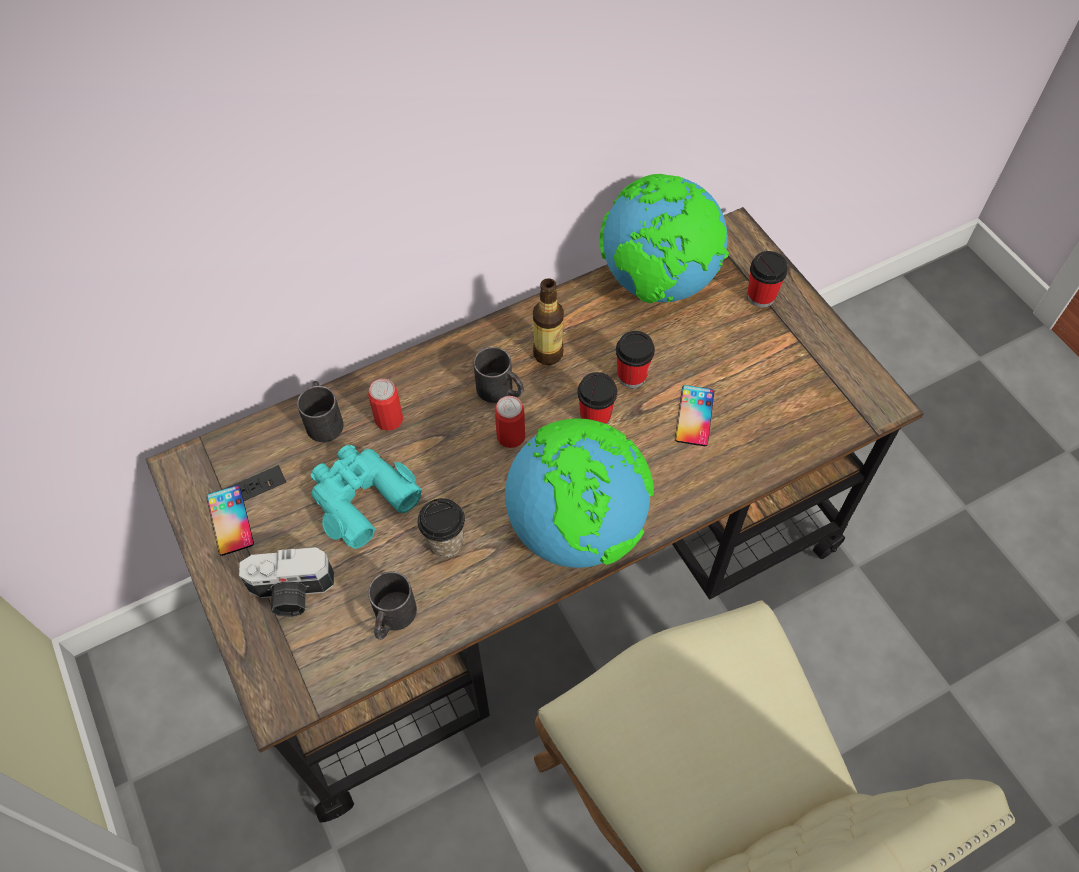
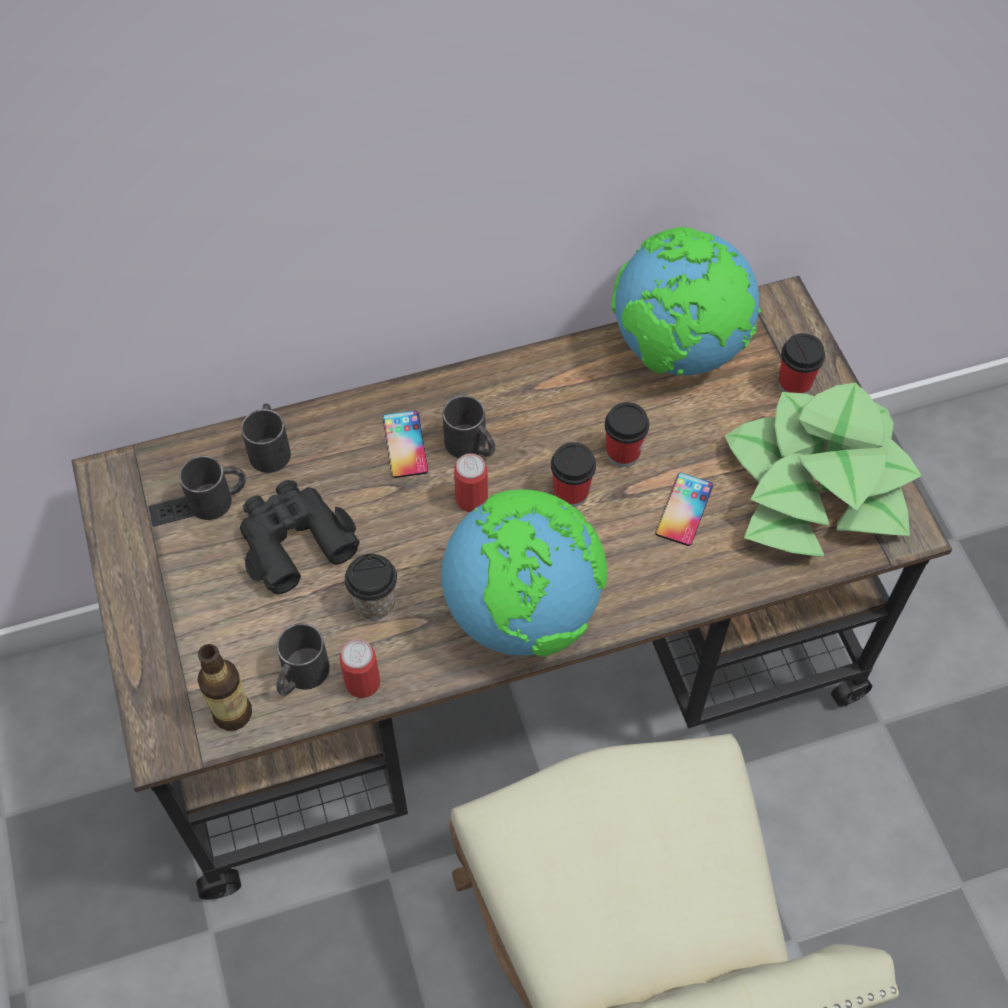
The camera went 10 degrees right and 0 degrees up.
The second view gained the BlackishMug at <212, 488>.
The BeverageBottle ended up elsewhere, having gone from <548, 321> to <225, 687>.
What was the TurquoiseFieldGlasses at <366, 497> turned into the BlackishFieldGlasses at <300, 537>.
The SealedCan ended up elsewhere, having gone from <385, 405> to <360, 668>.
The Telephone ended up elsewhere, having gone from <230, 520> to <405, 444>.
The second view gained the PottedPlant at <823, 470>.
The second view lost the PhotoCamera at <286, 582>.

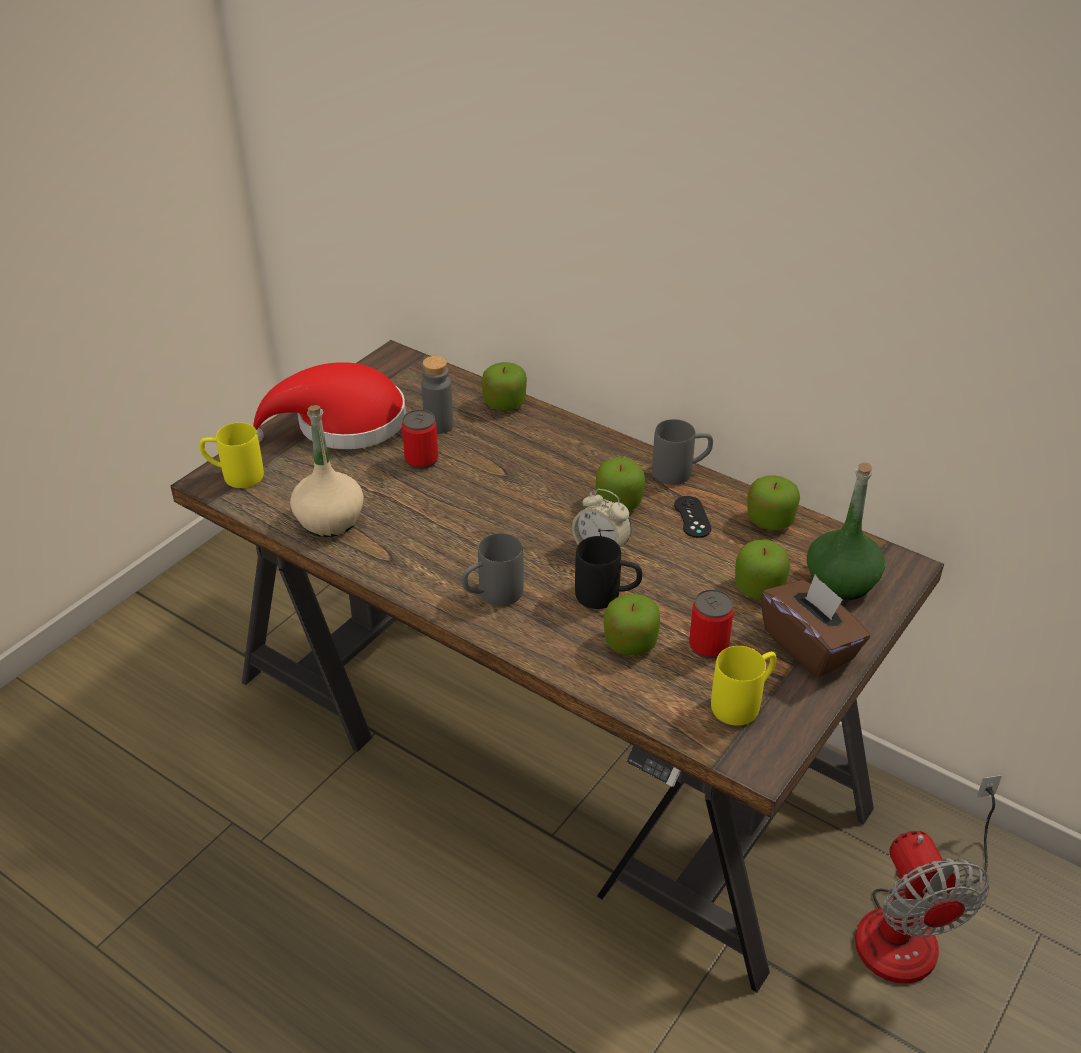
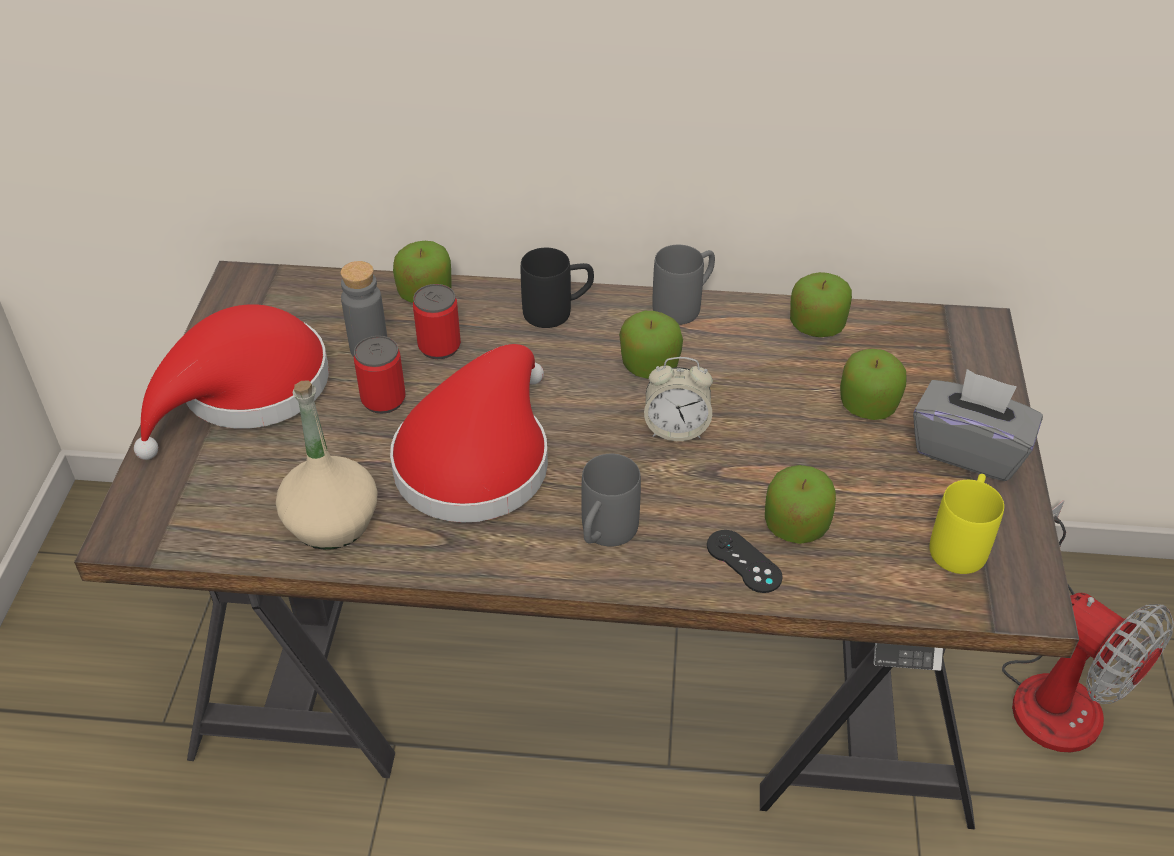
The camera went 30 degrees left and 5 degrees up.
The second view gained the ReddishHat at <469, 433>.
The SealedCan ended up elsewhere, having gone from <711, 624> to <437, 321>.
The BlackishMug ended up elsewhere, having gone from <608, 572> to <557, 288>.
The BlackishGamepad ended up elsewhere, having gone from <693, 517> to <745, 561>.
What was the BrownishTissueHolder at <815, 626> turned into the GrayTissueHolder at <978, 425>.
The second view lost the YellowColouredMug at <232, 455>.
The second view lost the GreenishBeverageBottle at <846, 531>.

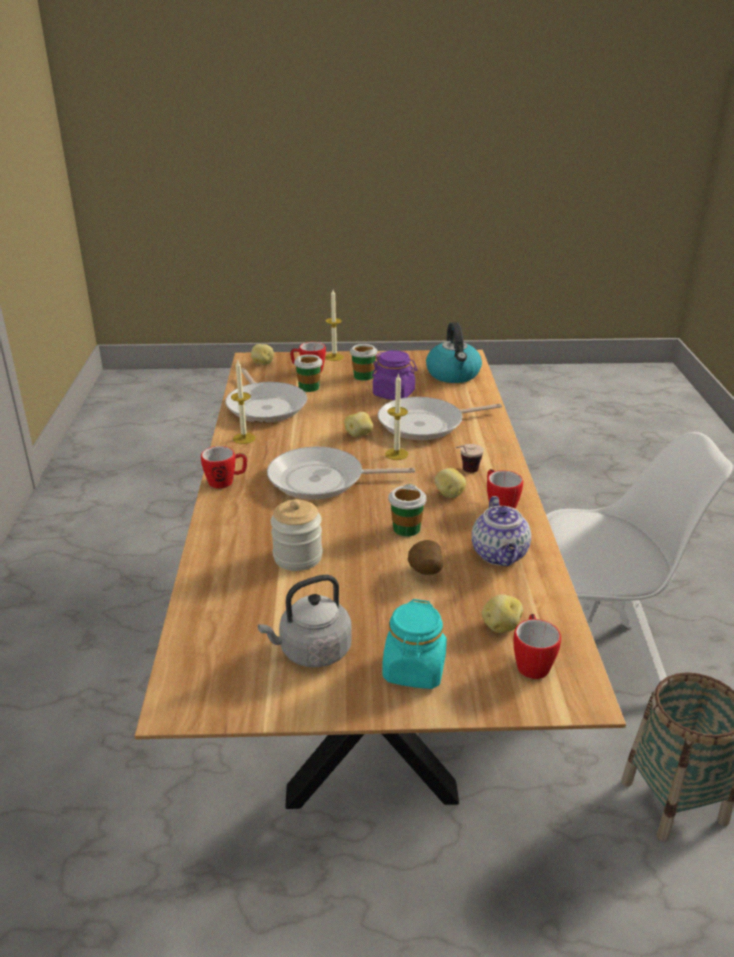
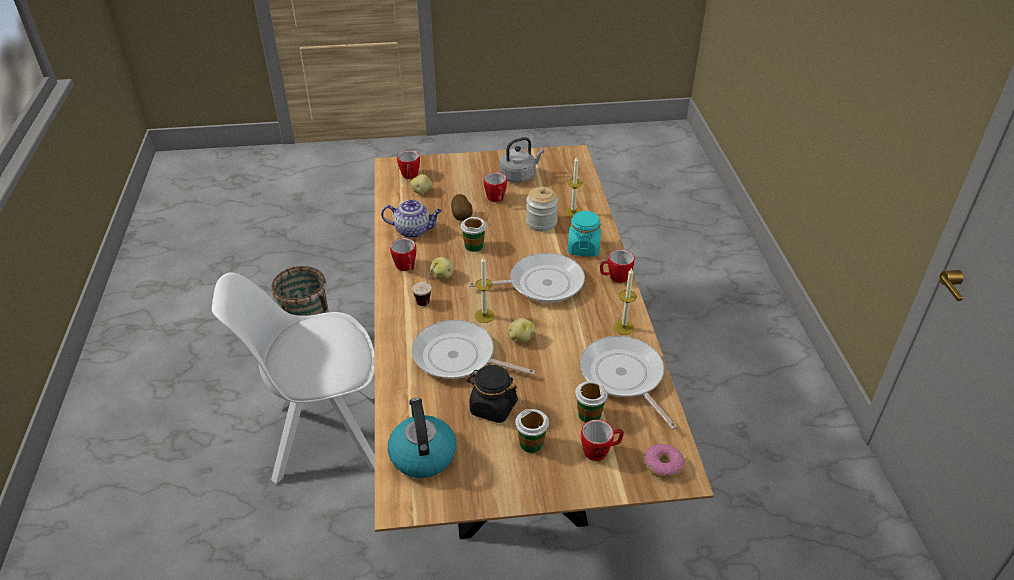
The camera went 175 degrees right and 10 degrees up.
The Teapot at <501, 531> ended up facing another way, 105 degrees clockwise from before.
The FryingPan at <440, 418> ended up facing another way, 135 degrees counterclockwise from before.
What was the PurpleStorageJar at <395, 375> turned into the BlackishStorageJar at <492, 394>.
The second view gained the Mug at <495, 187>.
The WaxLight ended up elsewhere, having gone from <334, 325> to <574, 187>.
The TurquoiseStorageJar ended up elsewhere, having gone from <415, 644> to <584, 233>.
Where the Spud stood at <262, 354>, the Donut came to stand at <664, 461>.

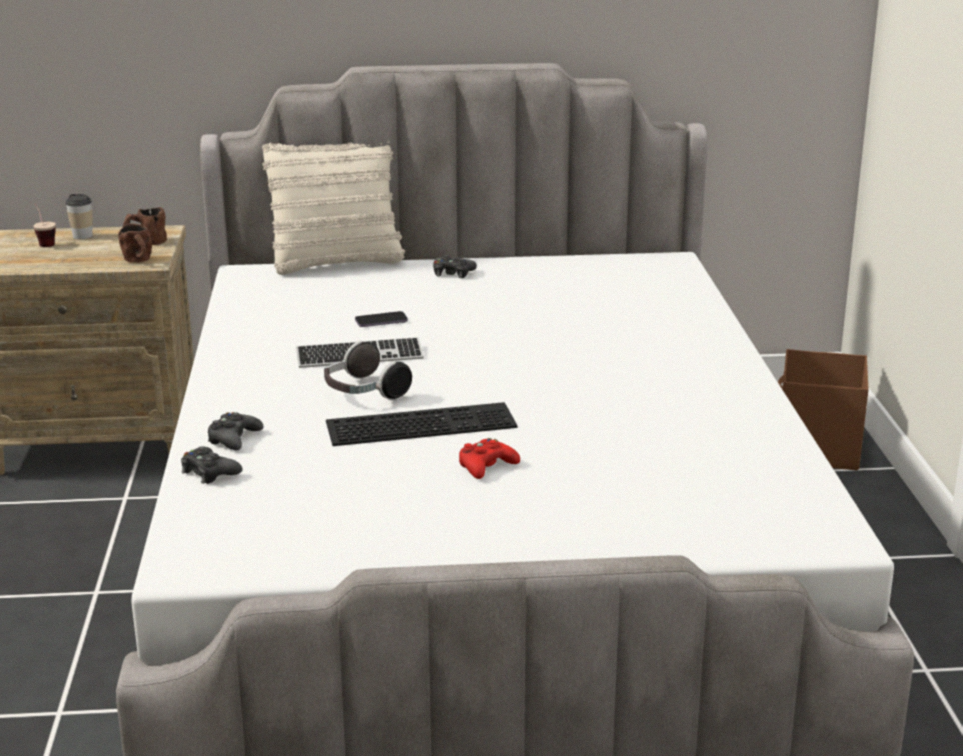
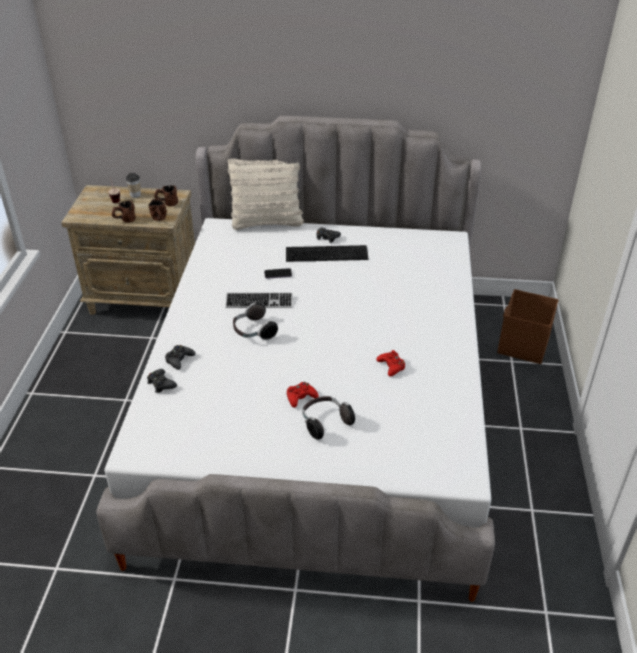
The camera went 10 degrees right and 15 degrees up.
The second view gained the BrownishMug at <124, 211>.
The ComputerKeyboard ended up elsewhere, having gone from <421, 424> to <327, 253>.
The second view gained the PairOfHeadphones at <328, 418>.
The second view gained the ReddishGamepad at <390, 363>.

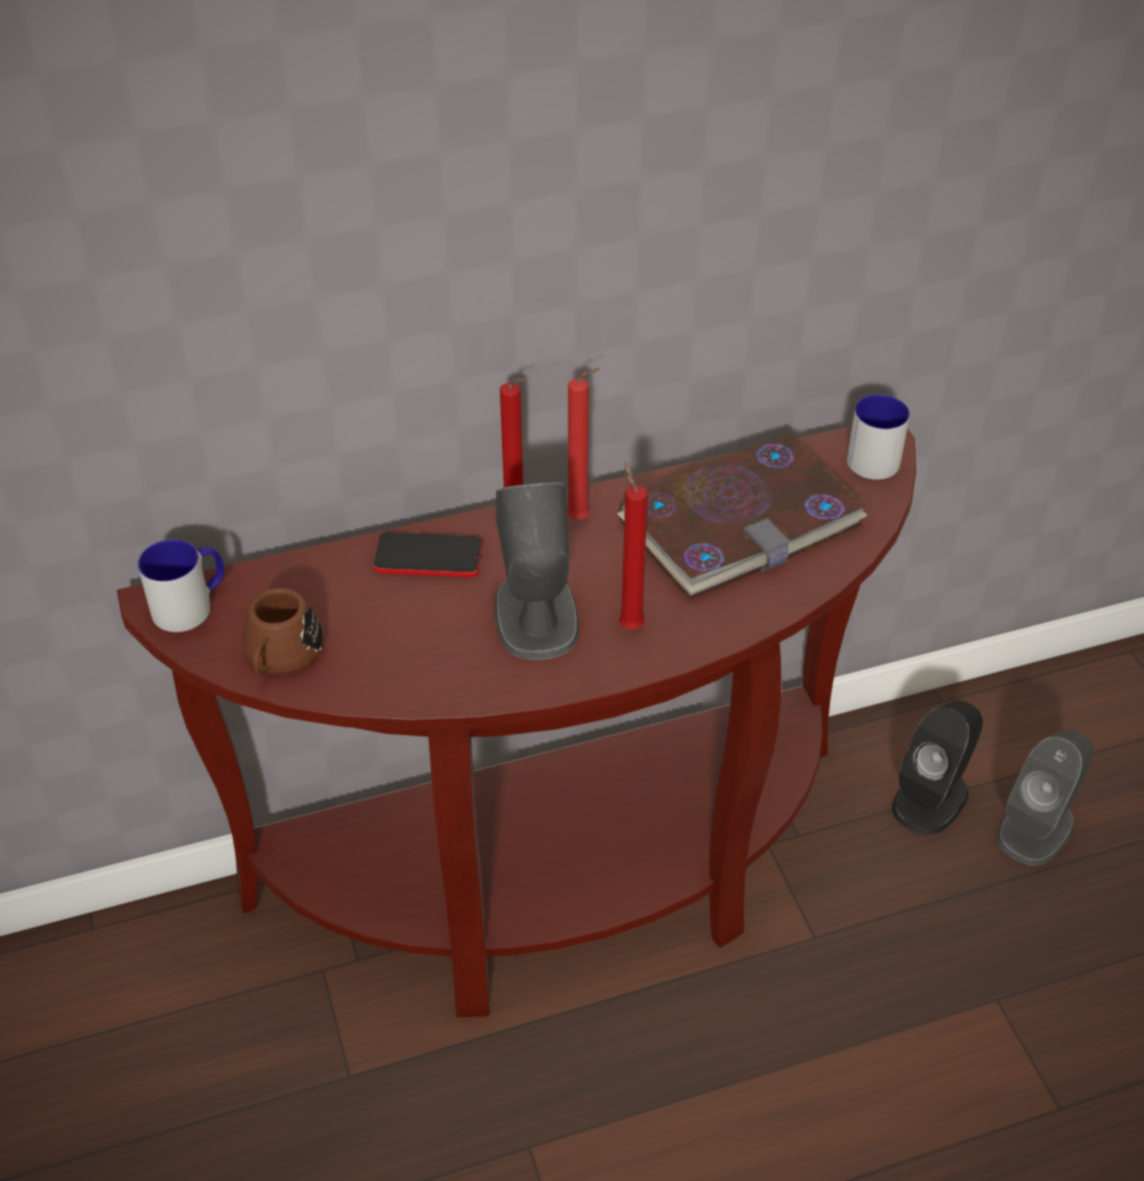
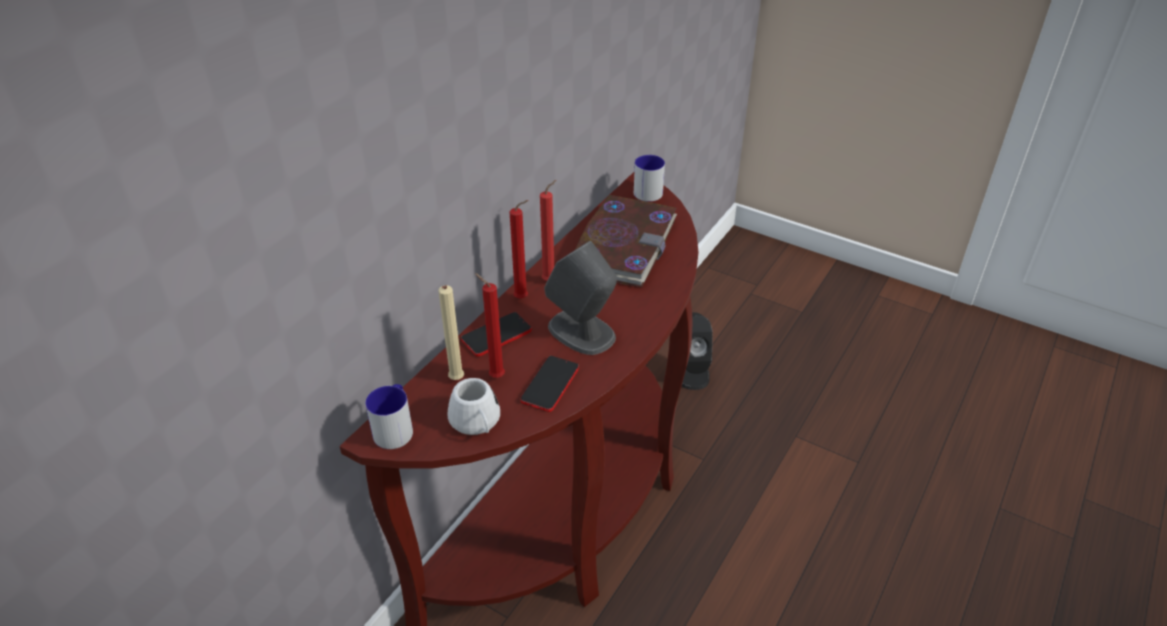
The camera went 40 degrees left and 5 degrees down.
The second view gained the SandColouredWaxLight at <451, 332>.
What was the BrownishMug at <283, 631> turned into the WhiteColouredMug at <473, 406>.
The ReddishWaxLight ended up elsewhere, having gone from <633, 545> to <490, 325>.
The second view gained the Telephone at <550, 384>.
The second view lost the GrayAudioSpeaker at <1045, 798>.

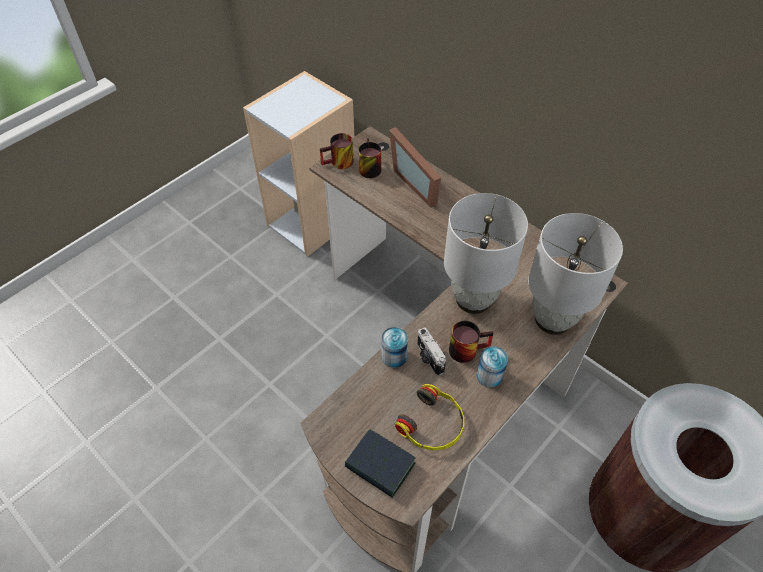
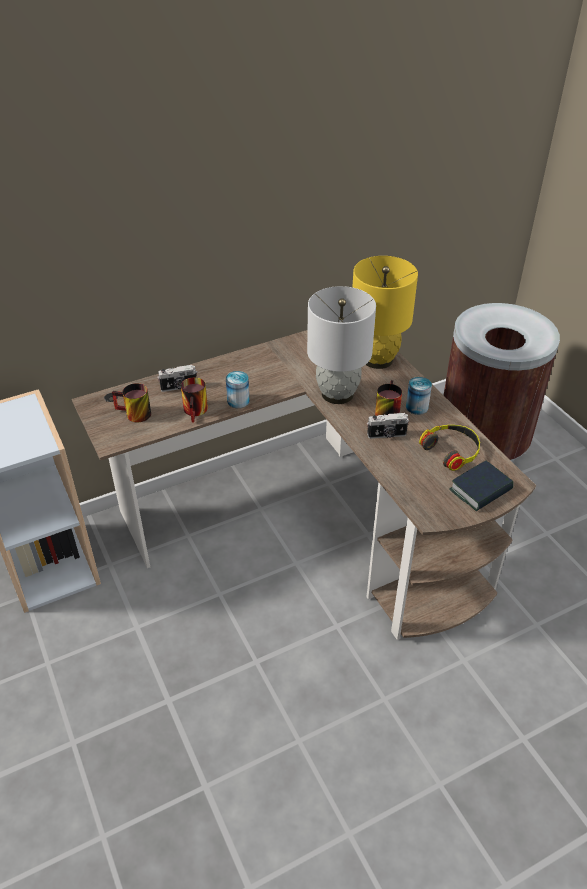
The camera went 70 degrees left and 10 degrees down.
Where the PhotoFrame stood at <415, 167>, the PhotoCamera came to stand at <177, 378>.
The Mug ended up elsewhere, having gone from <337, 151> to <194, 399>.
The SealedCan ended up elsewhere, having gone from <394, 347> to <238, 389>.
What was the WhiteColouredLampForATable at <575, 274> turned into the YellowColouredLampForATable at <385, 312>.

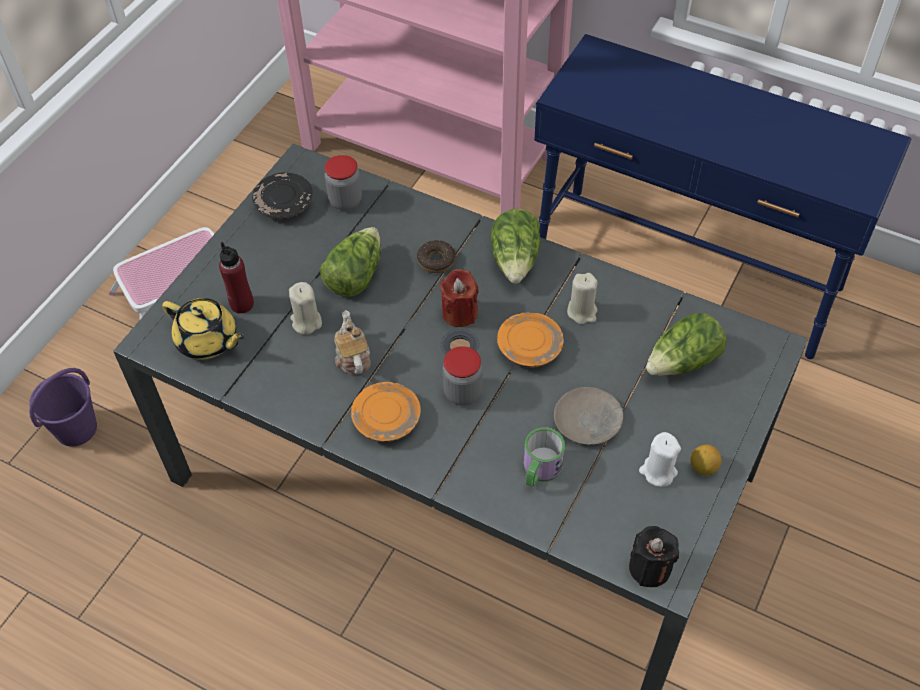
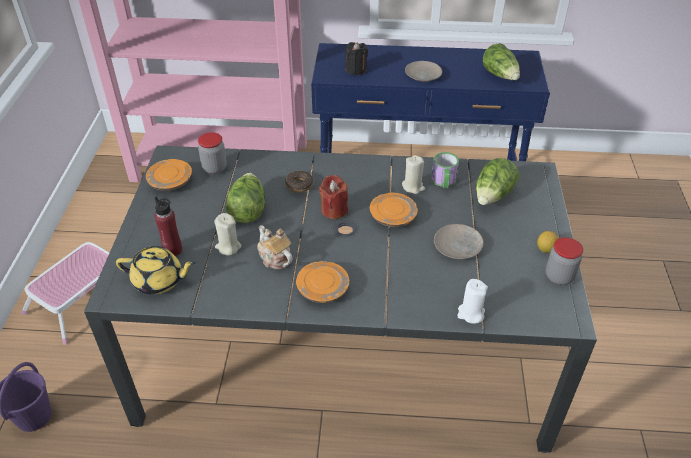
The camera went 25 degrees left and 10 degrees down.
What was the BlackishDinnerPlate at <282, 195> turned into the OrangeColouredDinnerPlate at <169, 175>.
The BlackishWaxLight ended up elsewhere, having gone from <654, 556> to <356, 59>.
The second view gained the SandColouredDinnerPlate at <423, 71>.
The Mug ended up elsewhere, having gone from <544, 457> to <445, 170>.
The WhiteColouredWaxLight ended up elsewhere, having gone from <660, 459> to <472, 301>.
The HeadOfLettuce ended up elsewhere, having gone from <516, 246> to <501, 61>.
The StorageJar ended up elsewhere, having gone from <462, 376> to <564, 261>.

